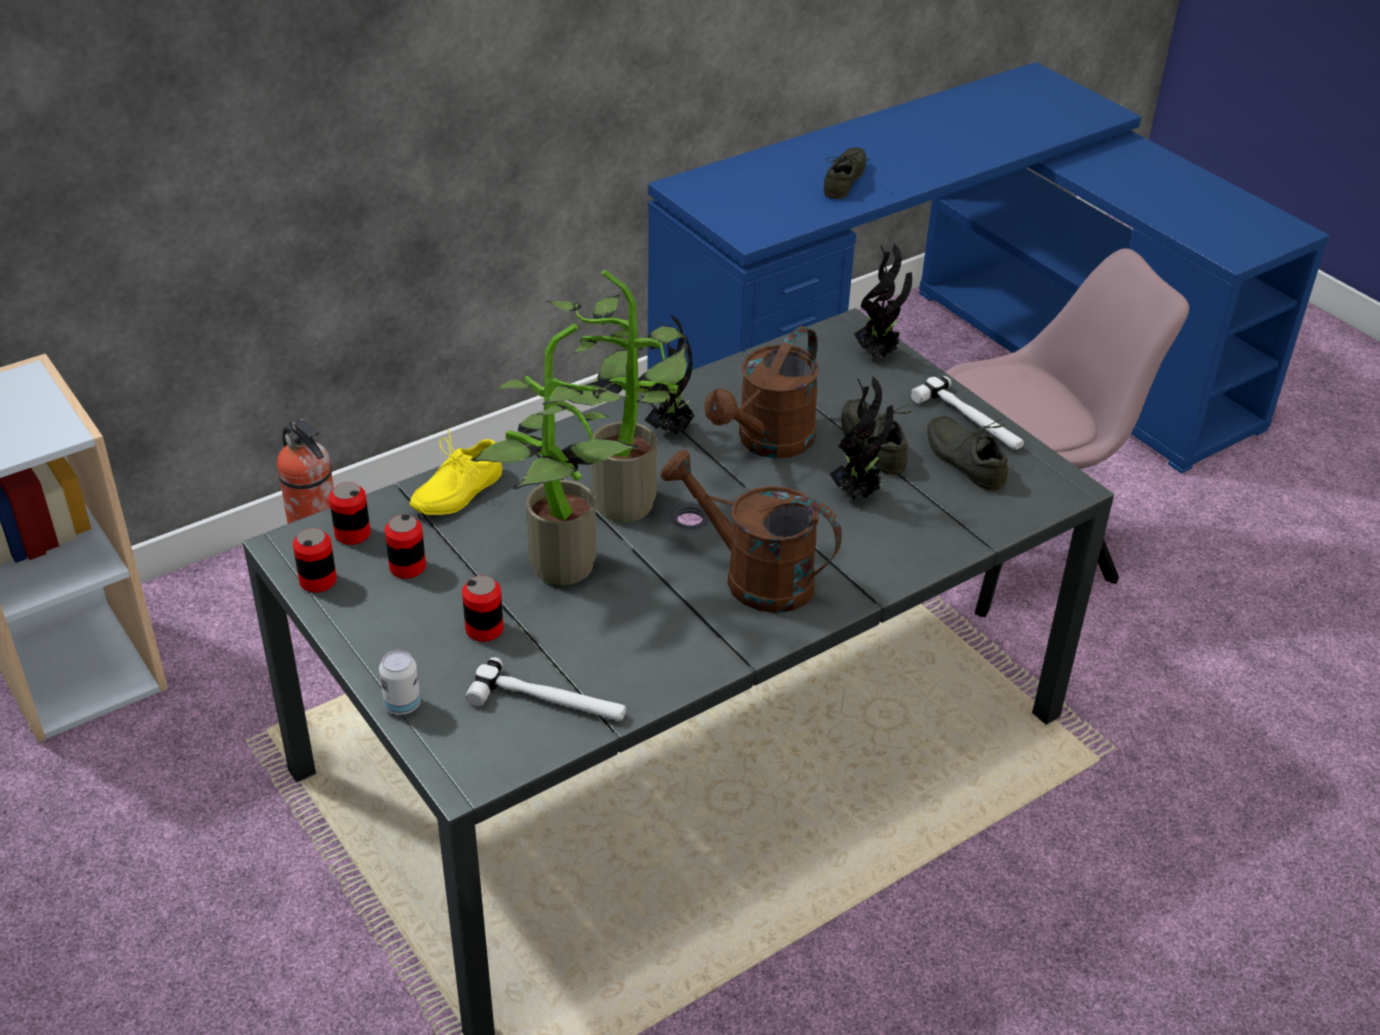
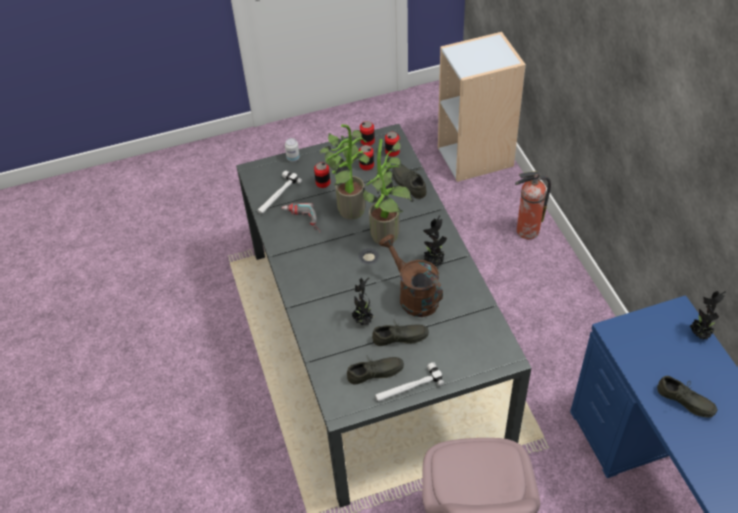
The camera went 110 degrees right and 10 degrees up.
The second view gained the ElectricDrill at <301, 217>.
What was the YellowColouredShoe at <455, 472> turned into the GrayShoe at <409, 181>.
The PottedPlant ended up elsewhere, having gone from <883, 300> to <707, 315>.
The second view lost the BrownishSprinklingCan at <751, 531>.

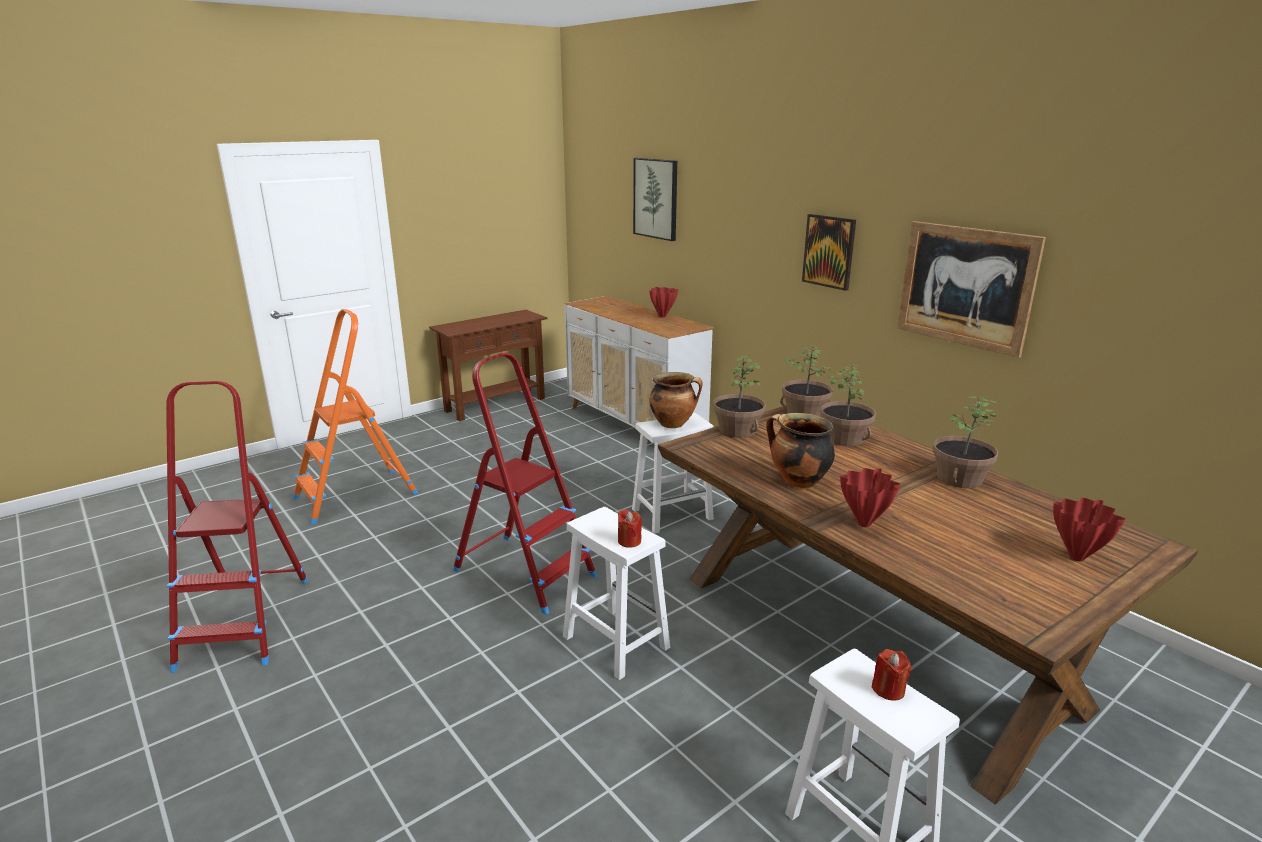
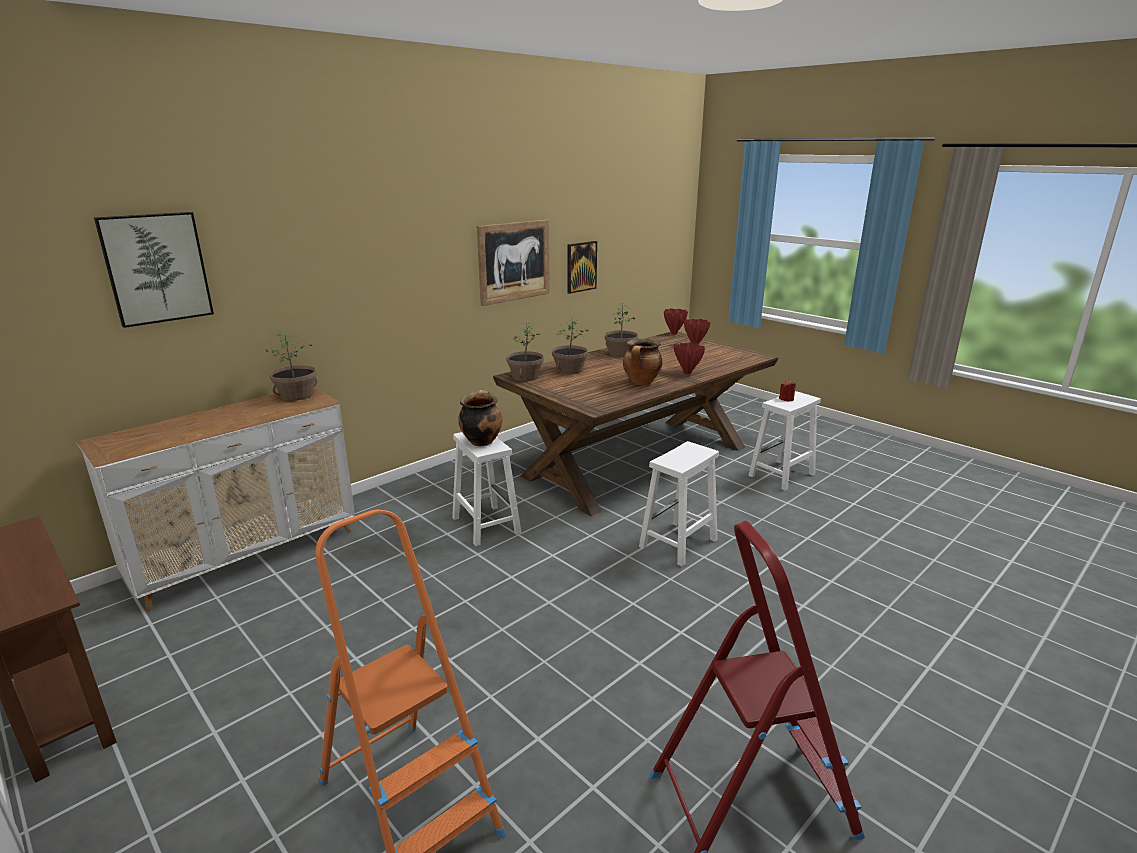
The camera went 95 degrees left and 0 degrees up.
The PottedPlant ended up elsewhere, having gone from <739, 396> to <291, 366>.
The WallPicture ended up elsewhere, having gone from <829, 252> to <582, 267>.
The ReddishDecorativeVase ended up elsewhere, having gone from <663, 302> to <676, 321>.
The second view lost the ReddishStepLadder at <525, 483>.
The second view lost the ReddishWaxLight at <630, 528>.

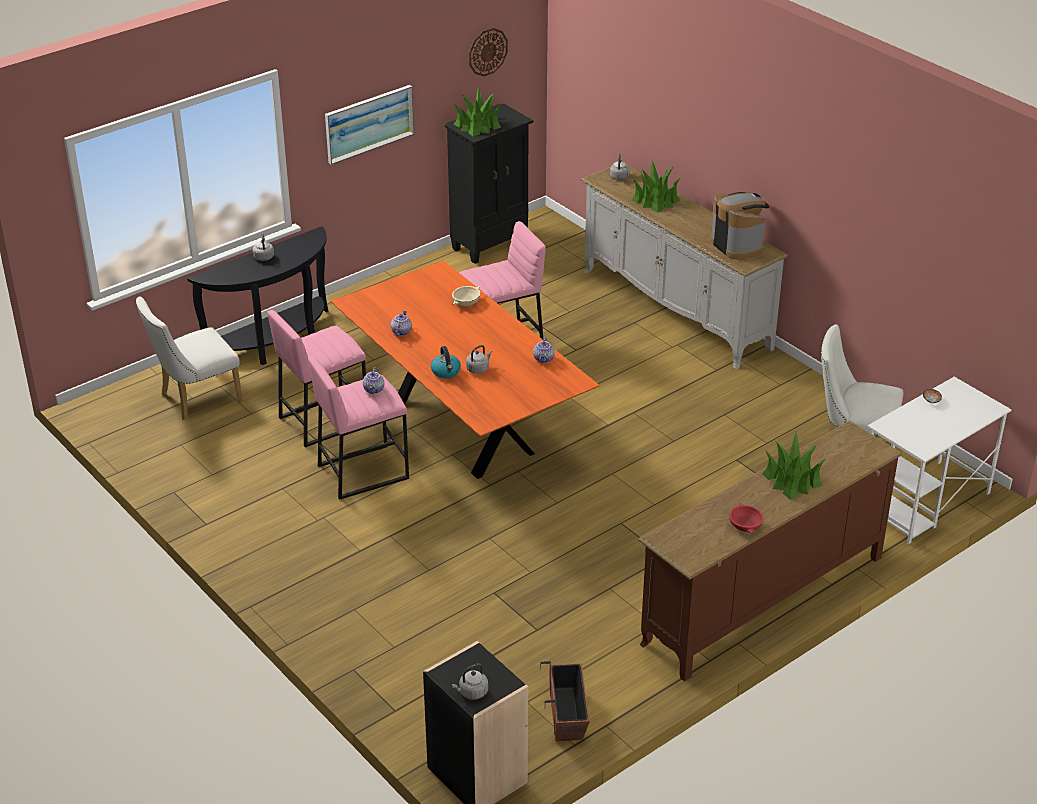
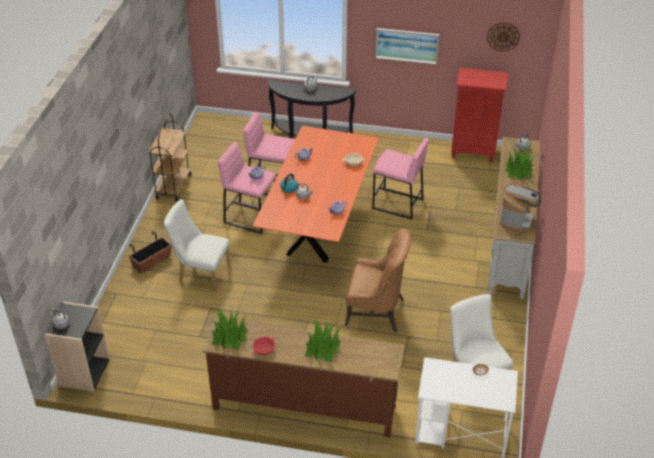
The camera went 50 degrees right and 5 degrees up.
The FlowerPot ended up elsewhere, having gone from <565, 701> to <150, 252>.
The second view gained the BrownishWheeledCart at <170, 158>.
The WhiteColouredUprightChair ended up elsewhere, having gone from <189, 358> to <197, 245>.
The PottedPlant ended up elsewhere, having gone from <477, 111> to <229, 329>.
The second view gained the BrownishUprightChair at <378, 280>.
What was the BlackishCabinet at <489, 184> turned into the ReddishCabinet at <479, 115>.

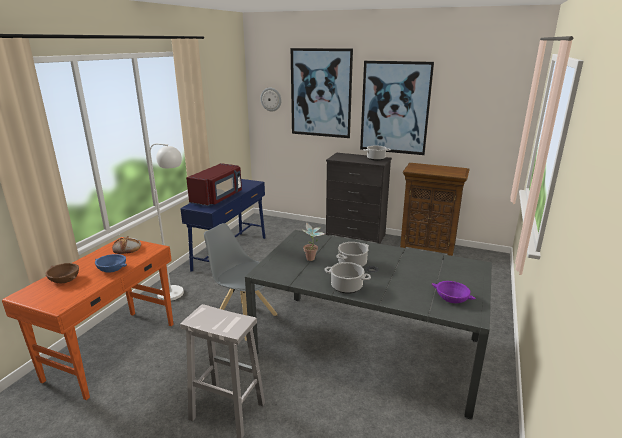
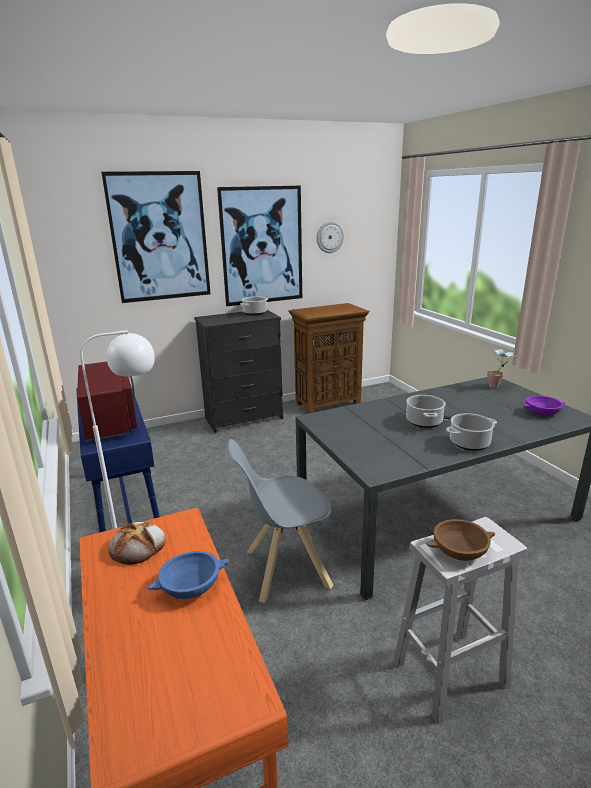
The camera went 45 degrees left and 0 degrees up.
The ClockOnTheWall ended up elsewhere, having gone from <271, 100> to <330, 237>.
The BrownishBowl ended up elsewhere, having gone from <62, 273> to <460, 540>.
The PottedPlant ended up elsewhere, having gone from <313, 241> to <502, 367>.

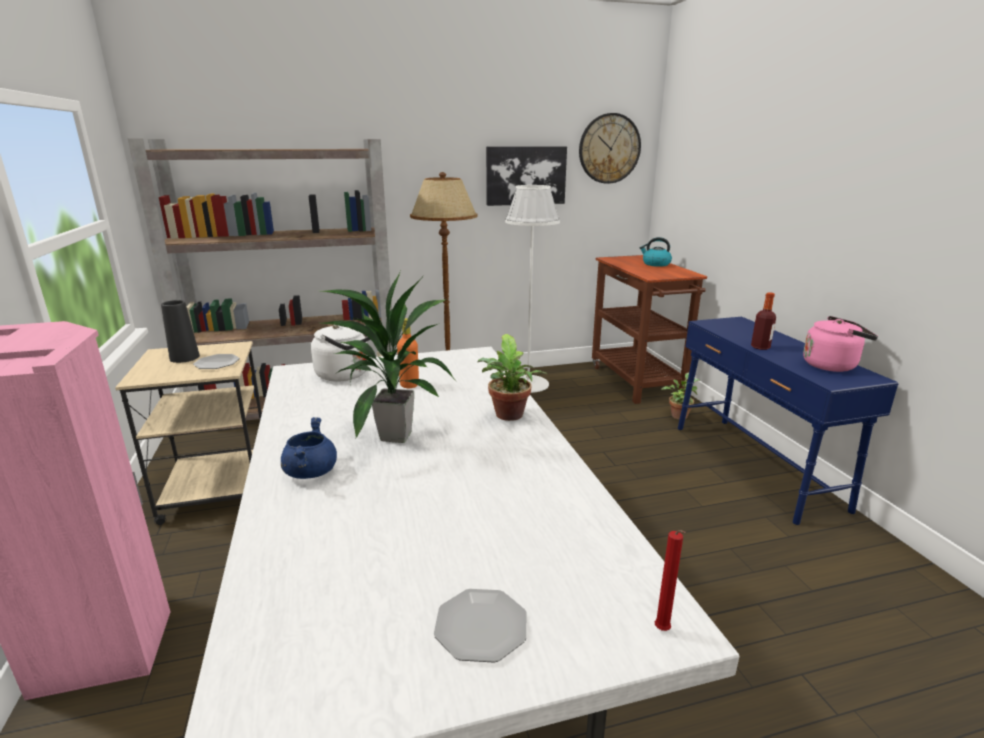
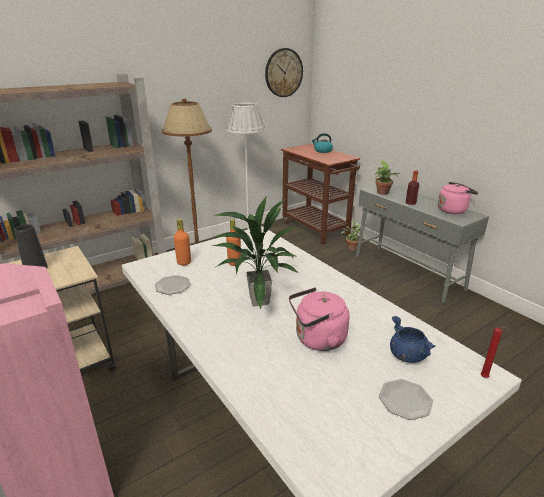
The camera went 20 degrees left and 5 degrees up.
The DinnerPlate ended up elsewhere, having gone from <216, 361> to <173, 285>.
Where the WhiteColouredWaterKettle stood at <341, 353>, the OrangeColouredBeverageBottle came to stand at <182, 242>.
The second view gained the PinkColouredWaterKettle at <319, 319>.
What was the BlueNarrowTable at <788, 421> turned into the GrayNarrowTable at <422, 244>.
The PottedPlant ended up elsewhere, having gone from <512, 377> to <387, 177>.
The BlueStockpot ended up elsewhere, having gone from <309, 448> to <413, 339>.
The second view lost the WallPicture at <526, 176>.

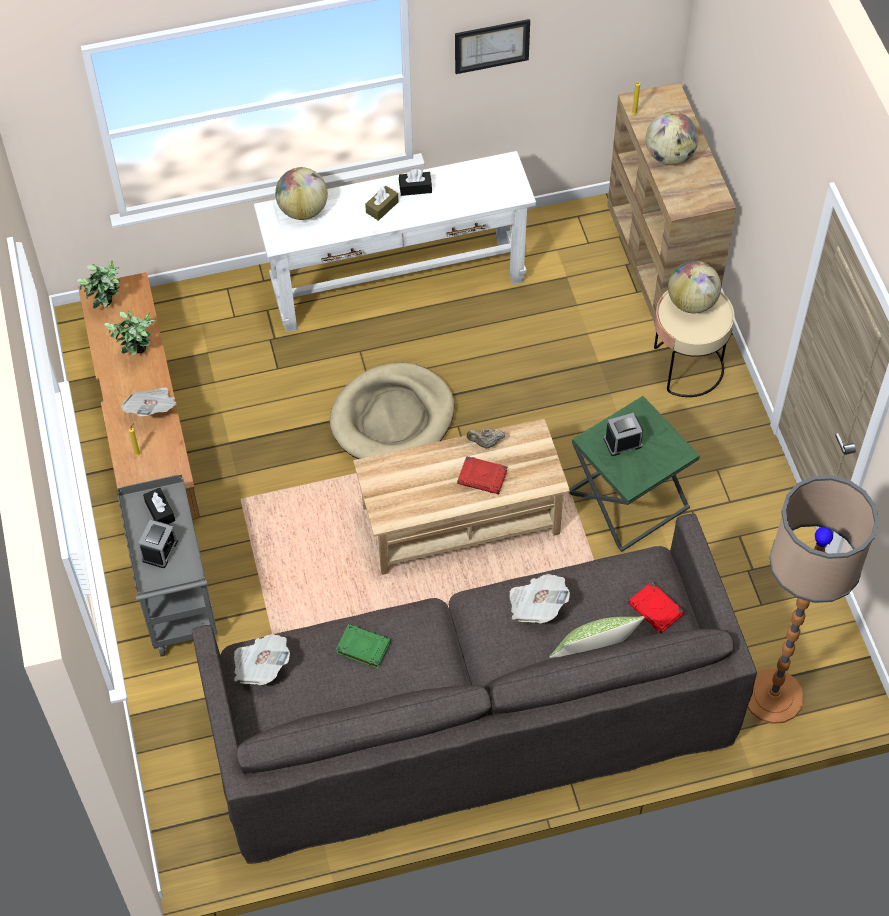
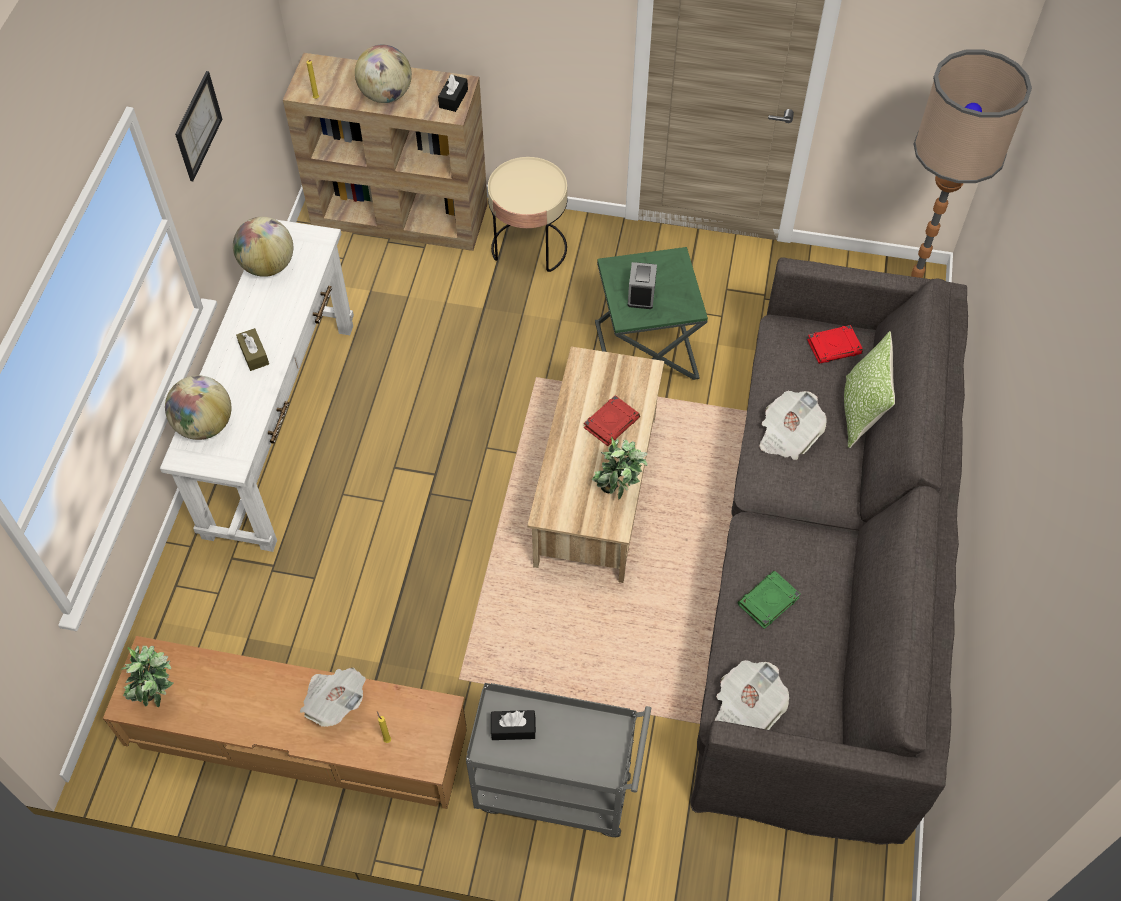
The camera went 65 degrees left and 0 degrees up.
The Globe ended up elsewhere, having gone from <694, 287> to <263, 247>.
The BlackishTissueHolder ended up elsewhere, having gone from <415, 182> to <453, 93>.
The PottedPlant ended up elsewhere, having gone from <130, 333> to <619, 468>.
The second view lost the AlarmClock at <158, 544>.
The second view lost the SandColouredPetBed at <392, 410>.
The second view lost the SandColouredTeapot at <486, 438>.

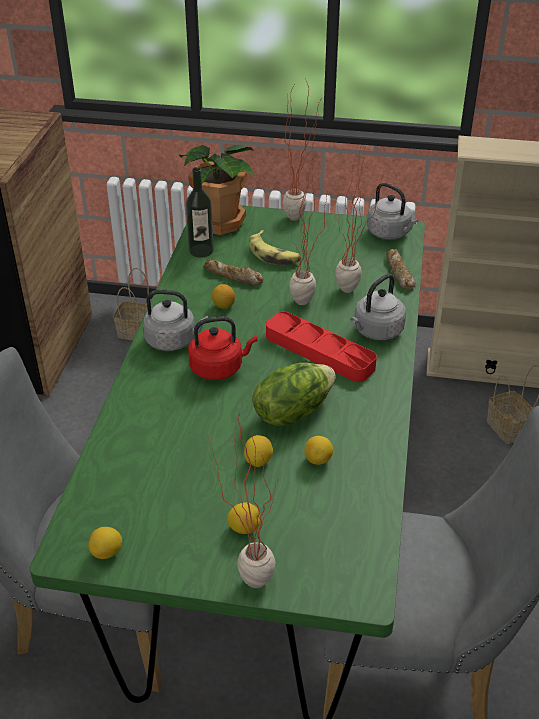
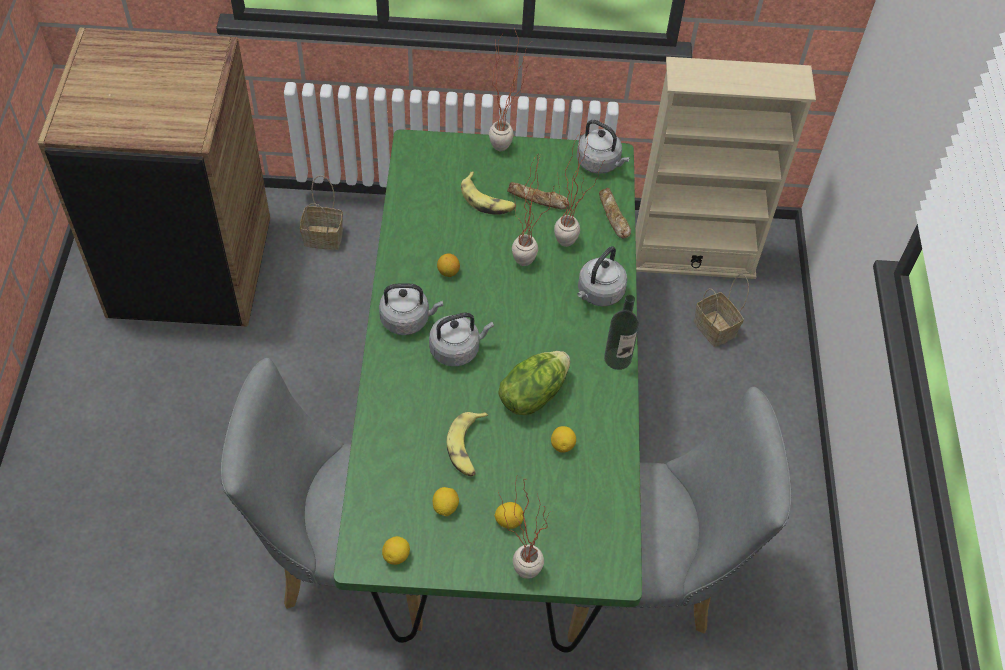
The camera went 10 degrees left and 15 degrees up.
What was the ReddishWaterKettle at <223, 348> turned into the GrayWaterKettle at <461, 340>.
The WholeLemon ended up elsewhere, having gone from <258, 451> to <446, 501>.
The second view gained the Banana at <467, 444>.
The Bread ended up elsewhere, having gone from <233, 272> to <538, 195>.
The BeverageBottle ended up elsewhere, having gone from <200, 212> to <621, 332>.
The second view lost the PottedPlant at <216, 190>.
The second view lost the ReddishCarryingTray at <321, 347>.

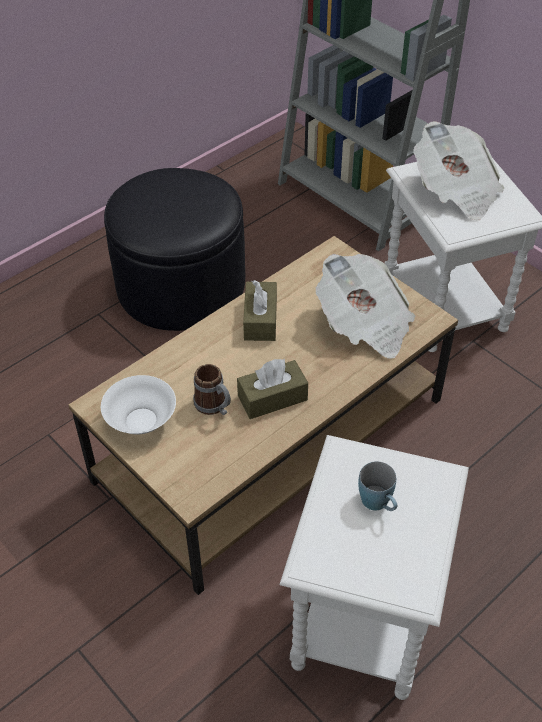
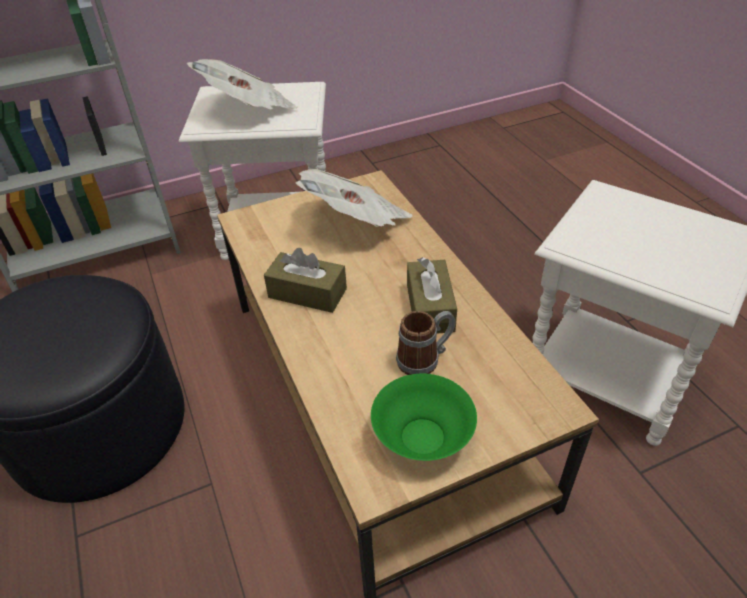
The camera went 70 degrees left and 5 degrees down.
What was the WhiteColouredBowl at <138, 405> turned into the GreenishBowl at <424, 417>.
The second view lost the BlueMug at <378, 486>.

